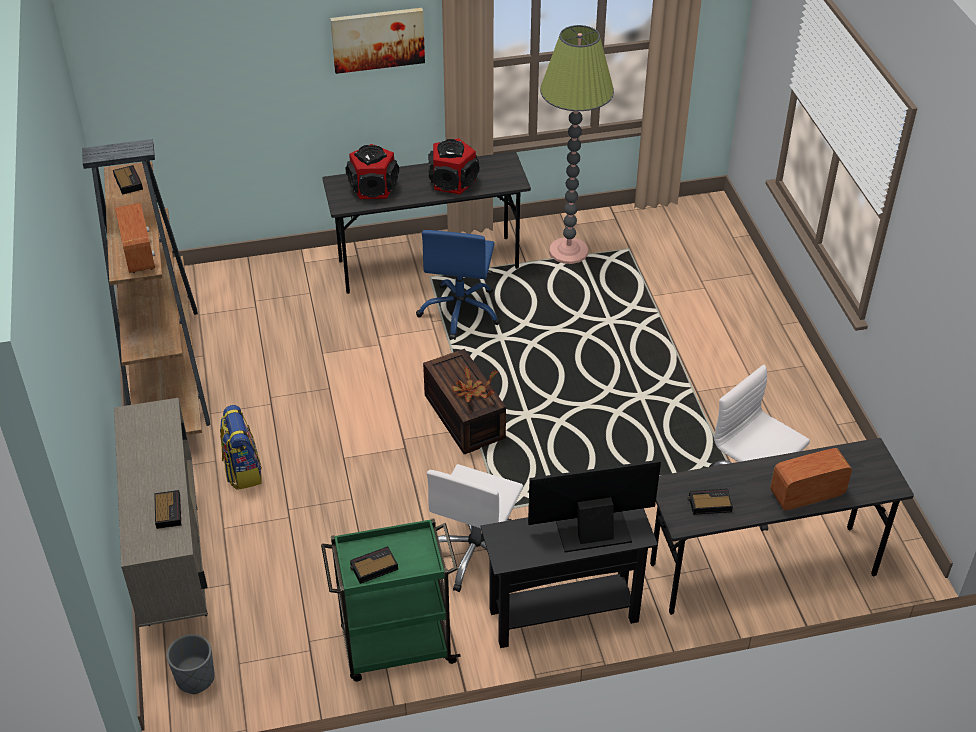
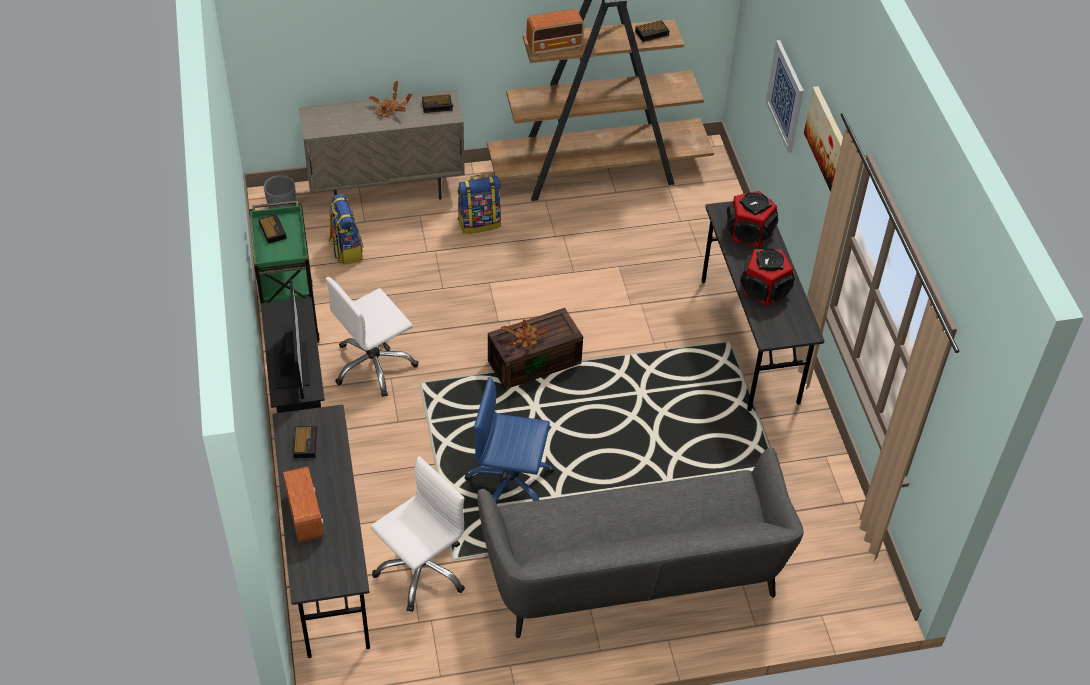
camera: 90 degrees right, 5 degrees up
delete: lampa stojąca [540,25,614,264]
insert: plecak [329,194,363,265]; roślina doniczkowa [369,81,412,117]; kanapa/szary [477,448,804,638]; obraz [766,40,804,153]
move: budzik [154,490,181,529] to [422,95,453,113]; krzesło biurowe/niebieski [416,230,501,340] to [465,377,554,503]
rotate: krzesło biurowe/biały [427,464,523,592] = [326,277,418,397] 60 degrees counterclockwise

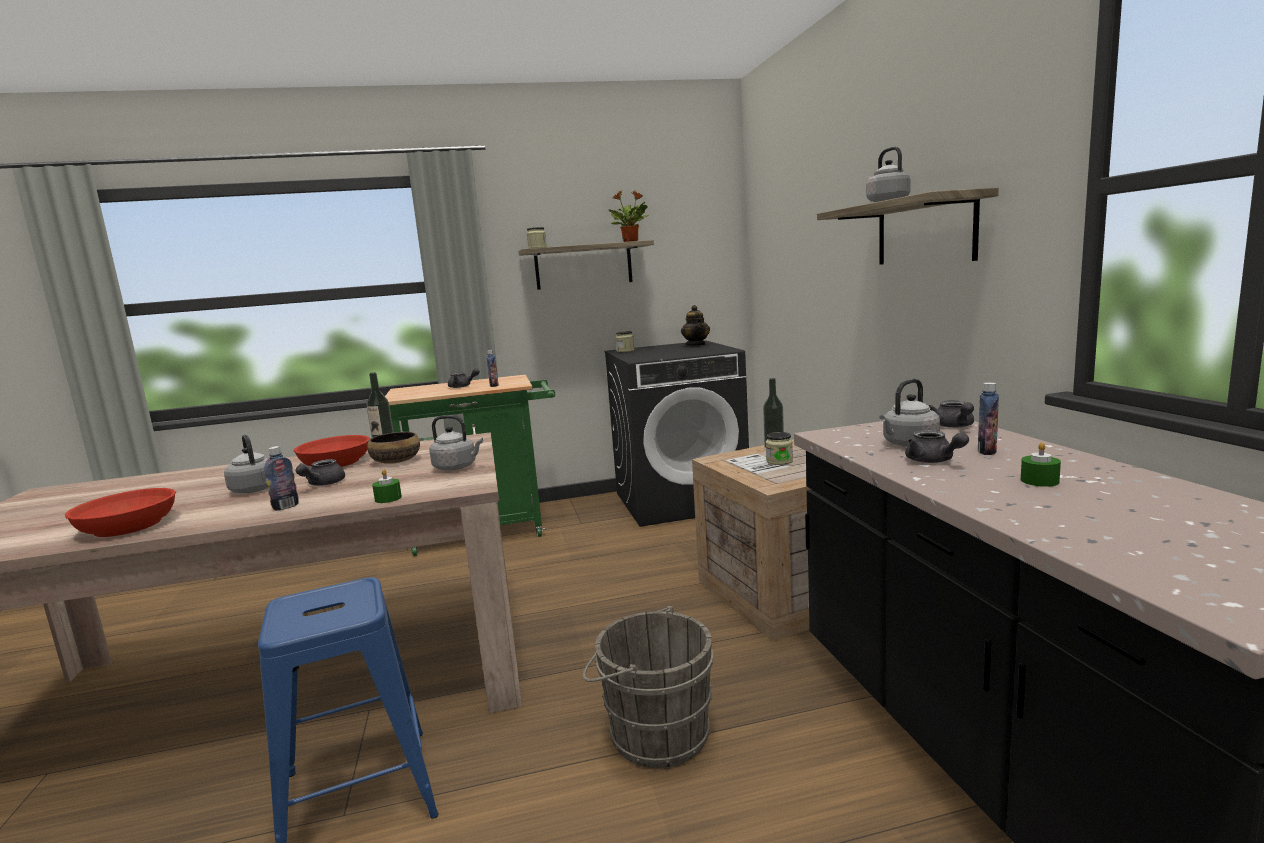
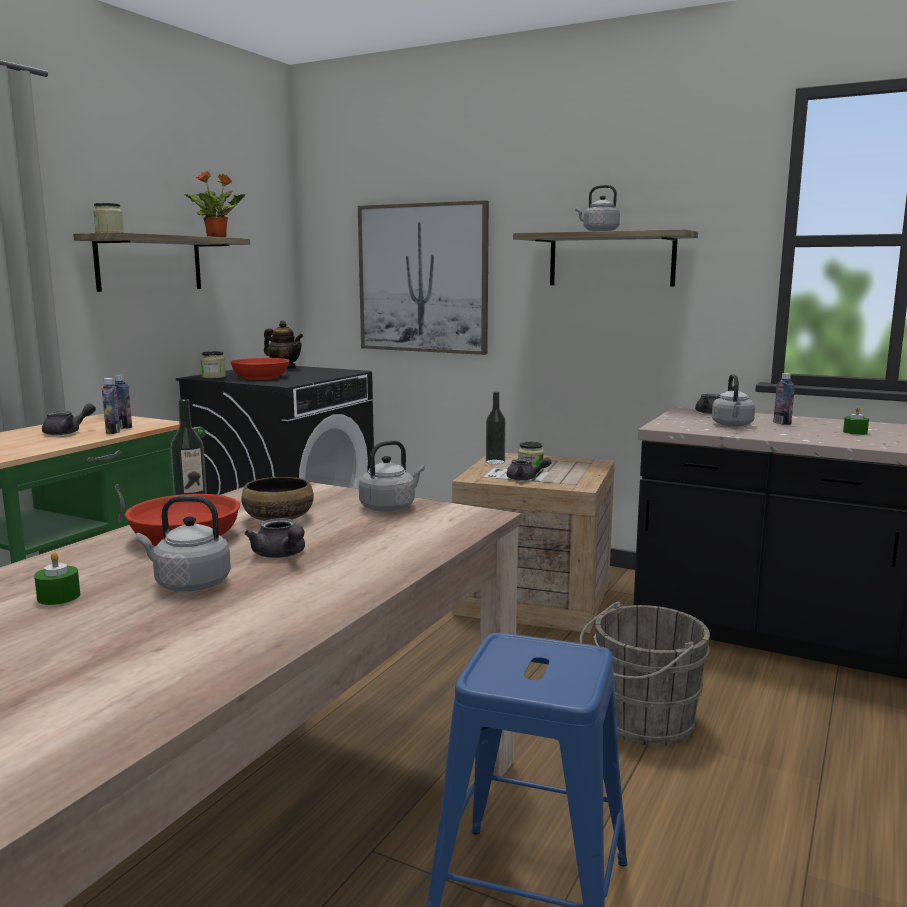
camera: 50 degrees left, 0 degrees up
insert: obraz [358,200,489,355]
move: świeca/zielony [372,469,402,503] to [34,552,80,605]; butelka [264,446,299,511] to [102,378,120,434]; miska/czerwony [65,488,176,537] to [230,358,290,380]; imbryk/szary [905,430,969,463] to [506,457,551,481]

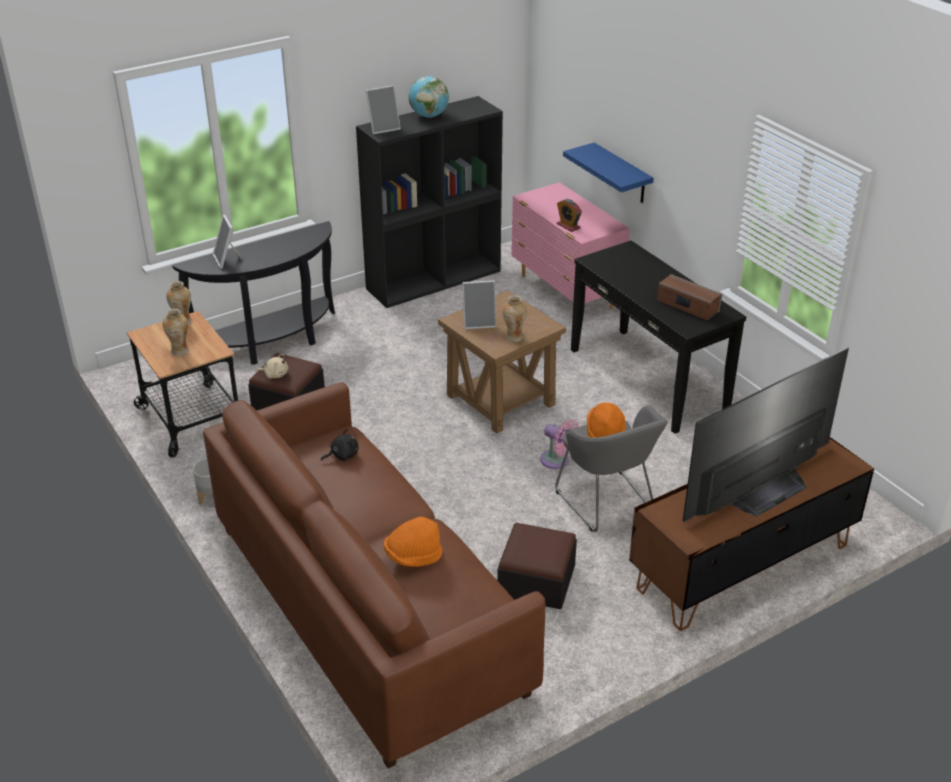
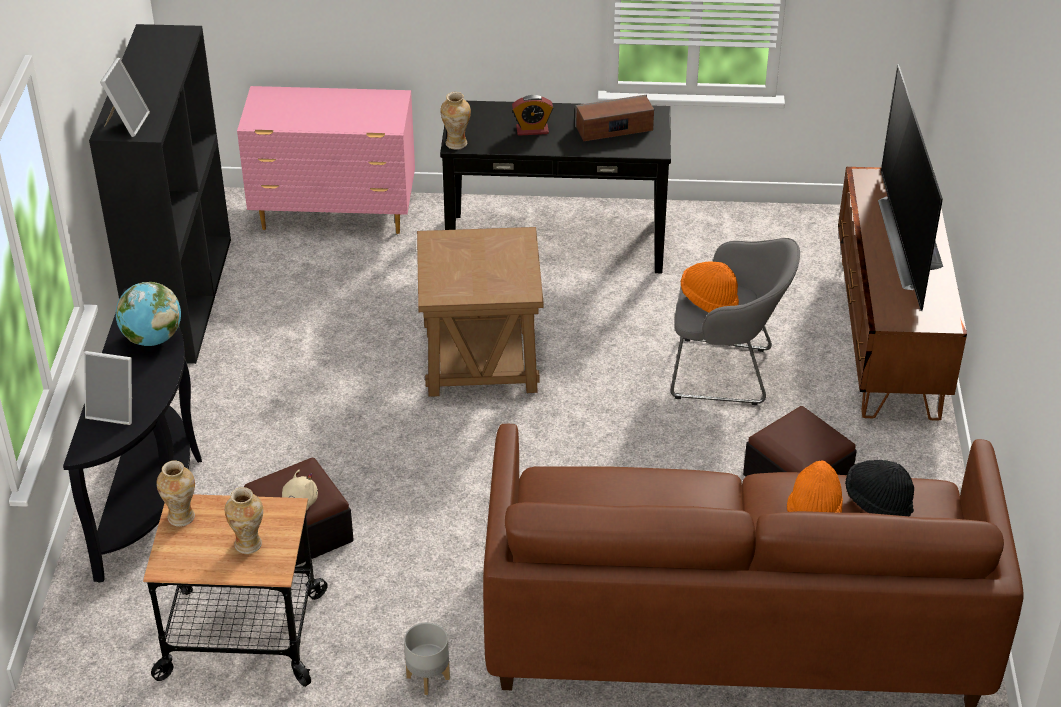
camera: 55 degrees left, 5 degrees up
delete: pluszak/czarny [321,429,359,461]; ramka na zdjęcie [462,280,496,329]; wentylator/różowy [540,420,580,469]; półka/niebieski [563,143,653,203]
insert: kapelusz/czarny [845,460,914,516]
move: globus [409,76,449,118] to [116,282,181,346]; wazon [502,295,527,342] to [440,92,471,150]; budzik [557,199,582,232] to [512,95,553,136]

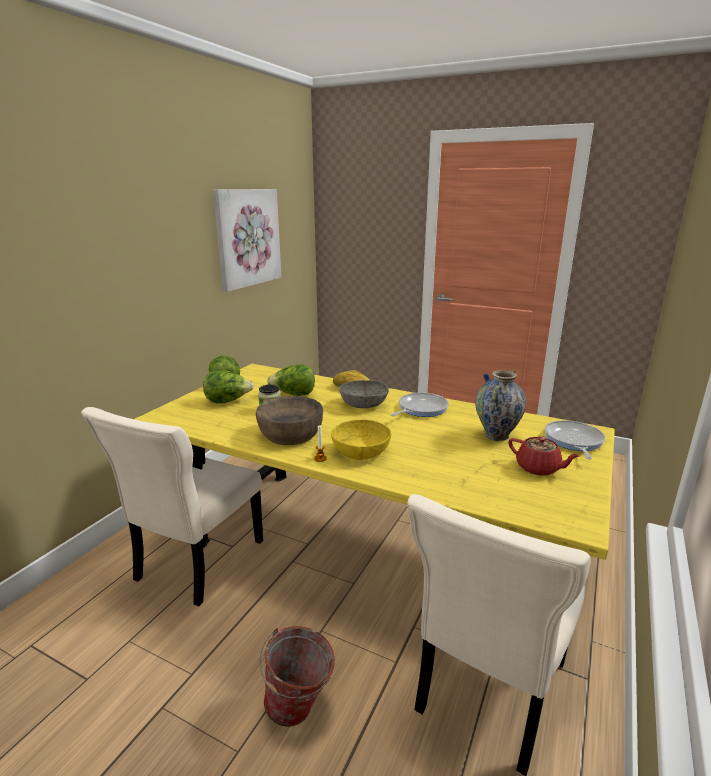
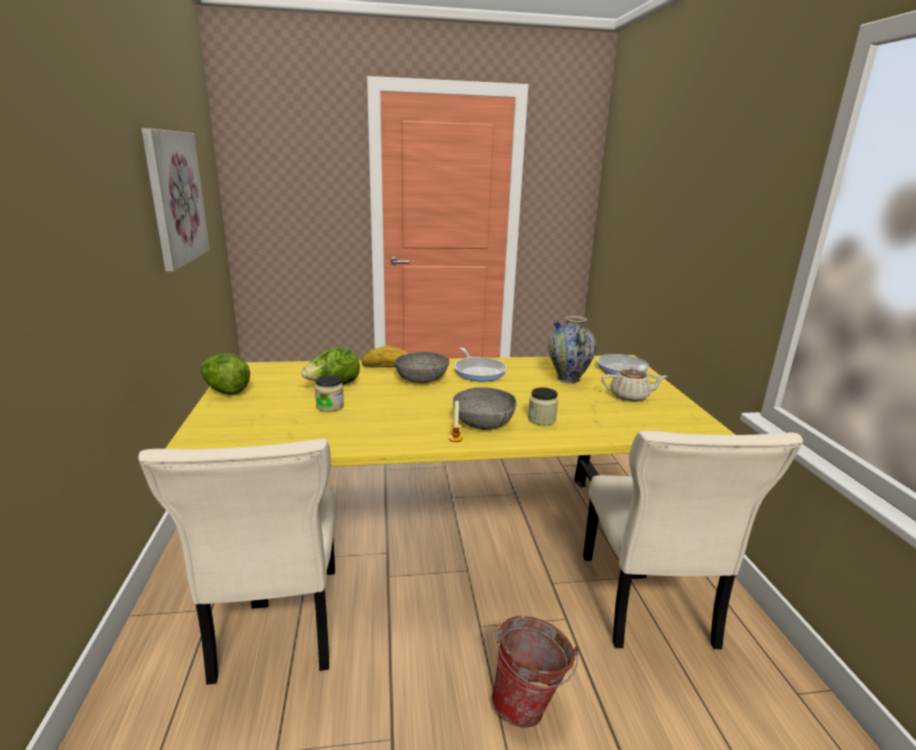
camera: 35 degrees left, 0 degrees up
delete: sałata [203,370,254,404]; miska/brązowy [256,396,323,445]
insert: słoik [528,387,558,425]
recolor: miska/żółty [331,420,391,460] to miska/szary [453,387,517,430]; imbryk/czerwony [509,436,580,476] to imbryk/beżowy [601,367,667,402]
rotate: patelnia [391,392,449,417] = [454,348,507,381] 150 degrees clockwise

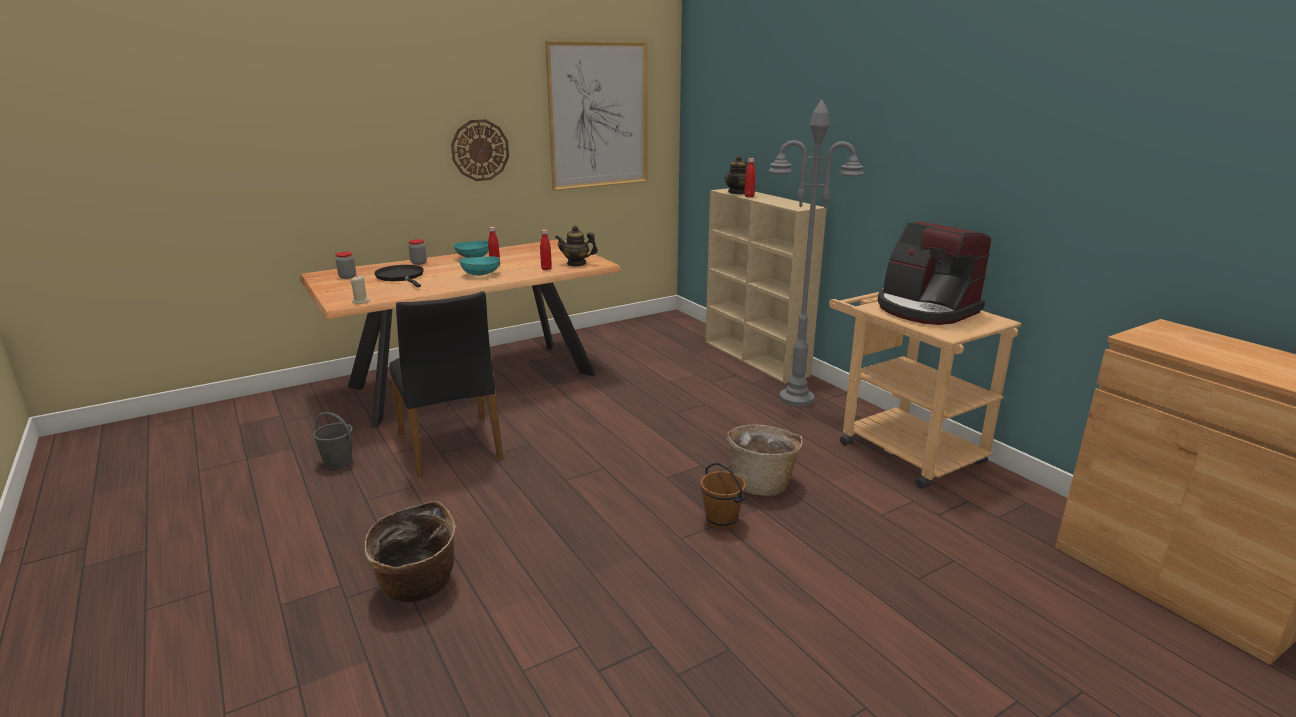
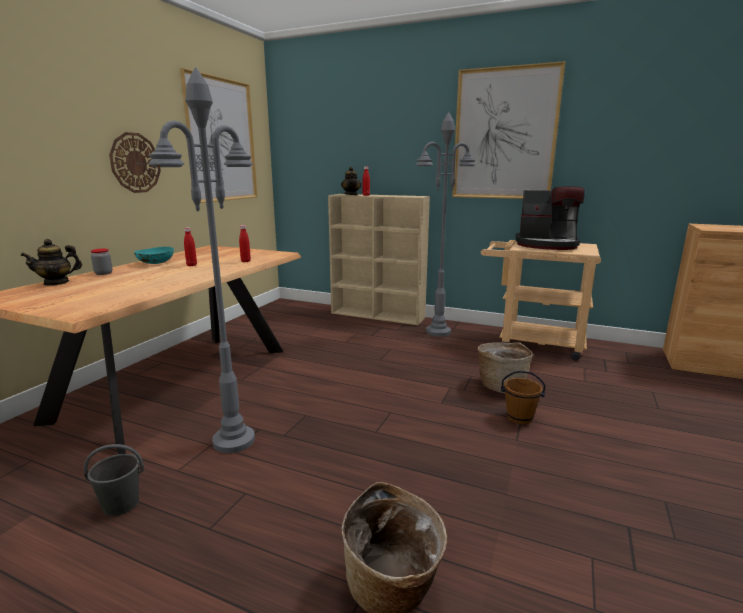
camera: 35 degrees left, 5 degrees down
delete: słoik [336,252,356,279]; świeca/beżowy [350,276,370,304]; patelnia/czarny [374,265,424,287]; miska/turkusowy [459,256,500,276]
insert: obraz [452,61,565,199]
move: imbryk [555,226,598,266] to [20,239,82,286]
replace: krzesło/czarny [389,292,503,477] to lampa stojąca/szary [148,67,255,453]

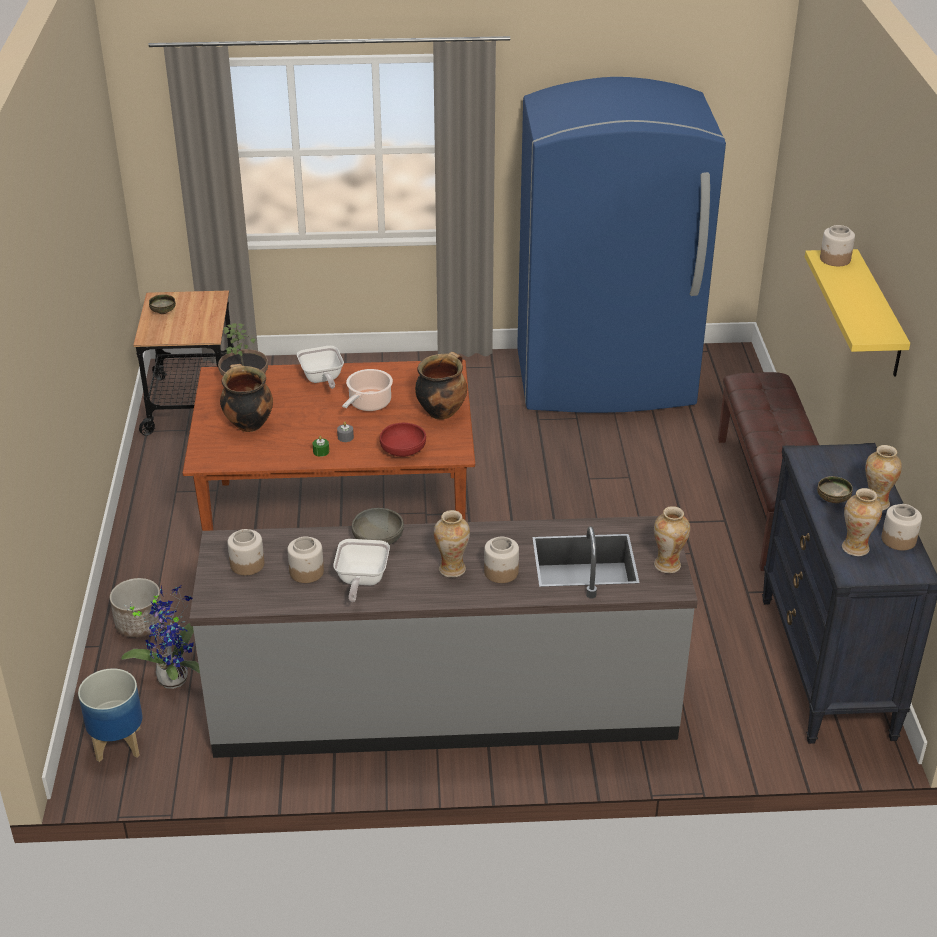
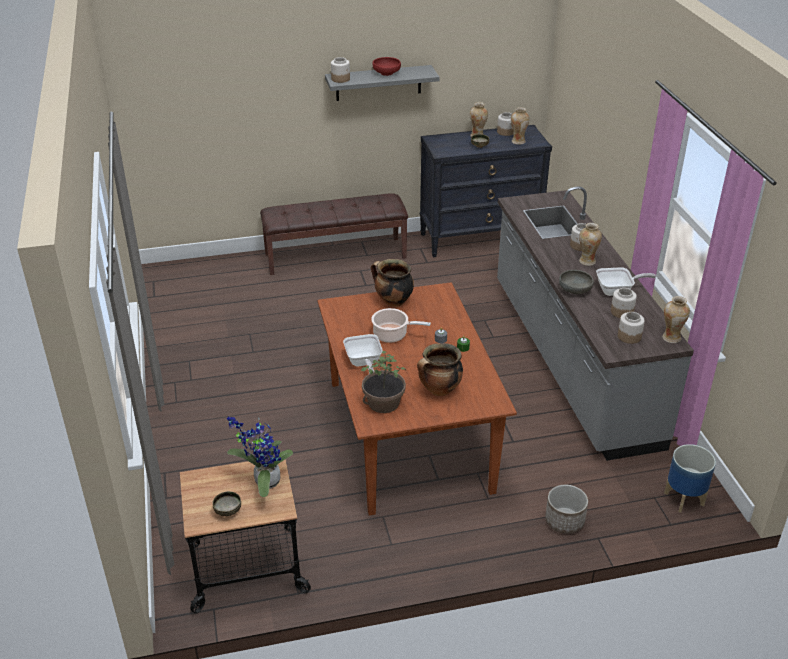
camera: 100 degrees left, 0 degrees up
delete: lodówka/niebieski [517,77,726,413]
move: roślina doniczkowa [121,585,200,689] to [227,417,293,497]; miska/czerwony [380,423,426,457] to [372,57,401,76]; wazon [654,506,690,573] to [662,296,690,343]
recolor: półka/żółty [805,249,910,377] to półka/szary [325,65,440,101]
rotate: patelnia [297,346,344,389] = [343,334,383,374] 105 degrees clockwise

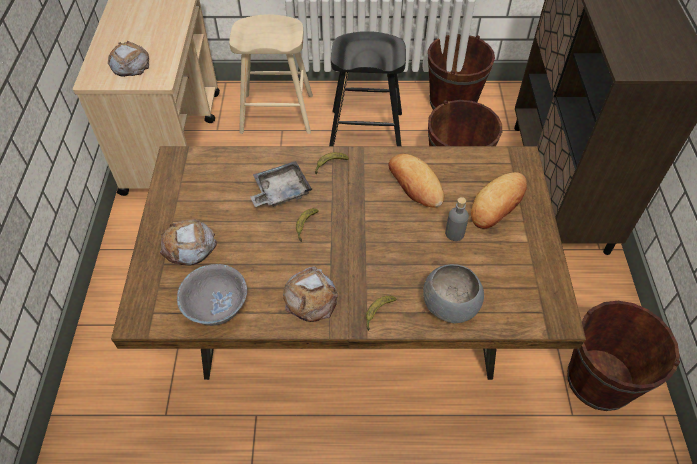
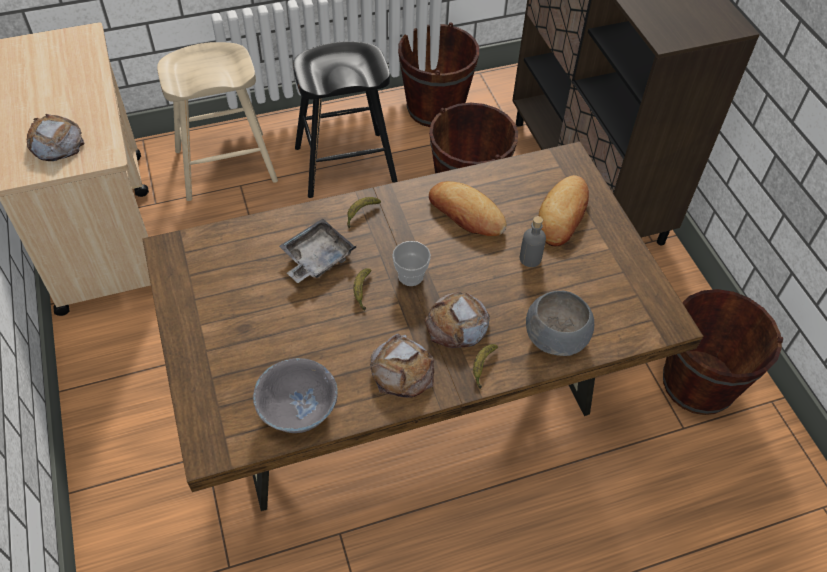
camera: 20 degrees left, 0 degrees up
insert: filiżanka [392,241,431,286]
move: chleb [160,219,217,266] to [425,292,490,348]

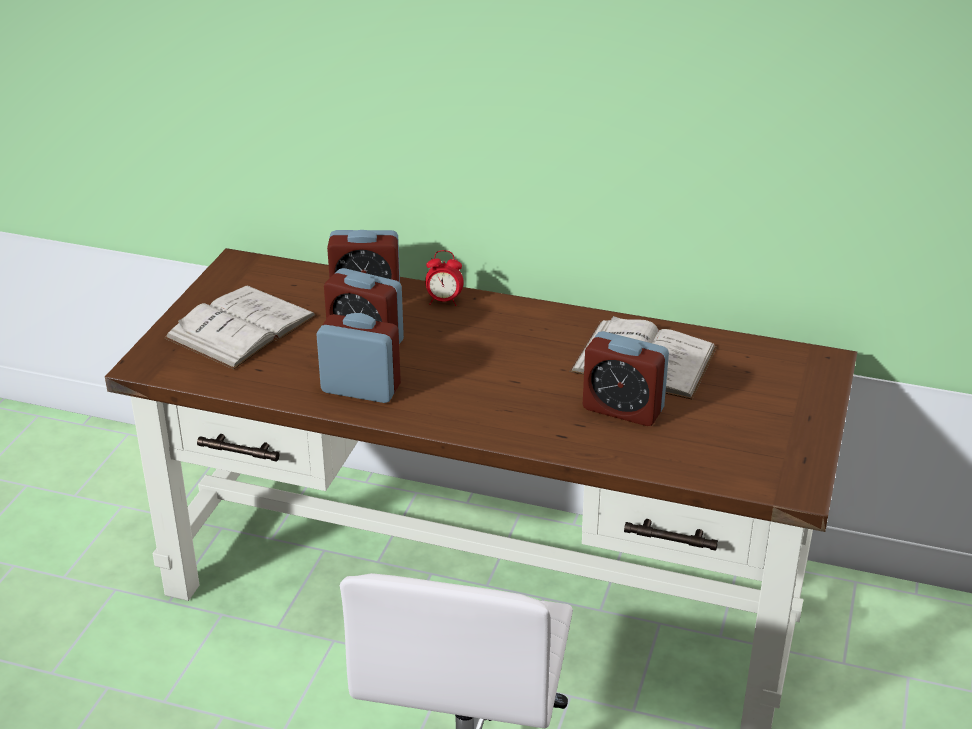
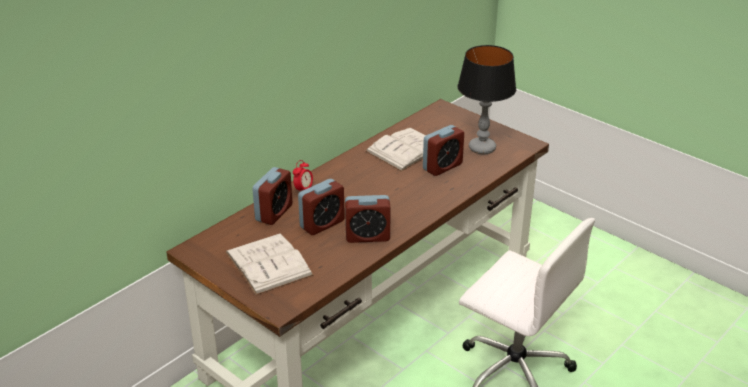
camera: 65 degrees left, 0 degrees up
insert: lampa stołowa [458,45,516,154]
rotate: budzik [317,313,401,403] = [345,195,391,243] 135 degrees counterclockwise

